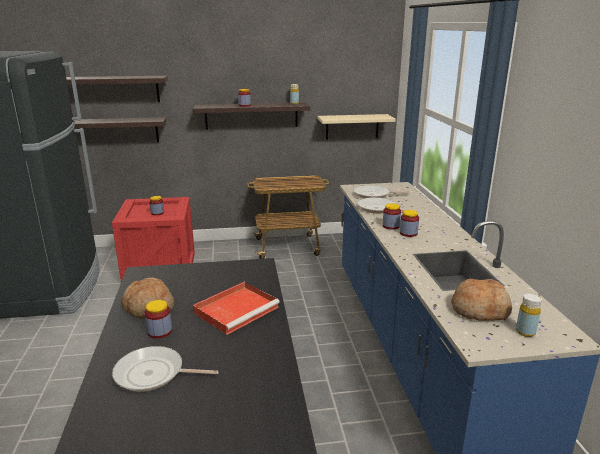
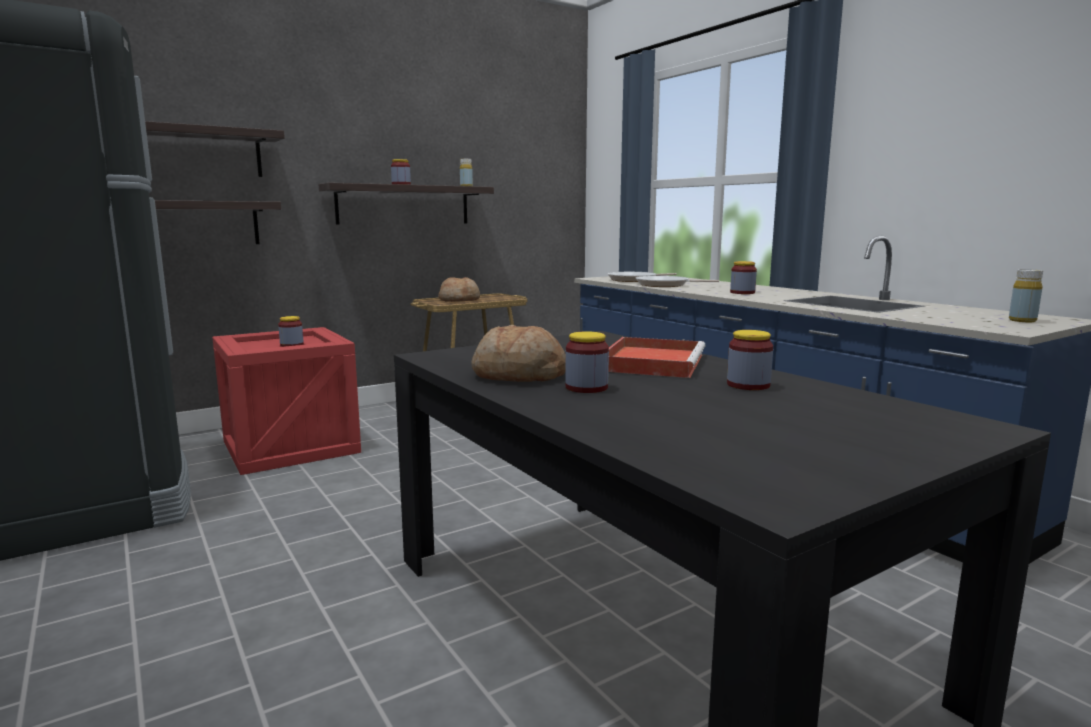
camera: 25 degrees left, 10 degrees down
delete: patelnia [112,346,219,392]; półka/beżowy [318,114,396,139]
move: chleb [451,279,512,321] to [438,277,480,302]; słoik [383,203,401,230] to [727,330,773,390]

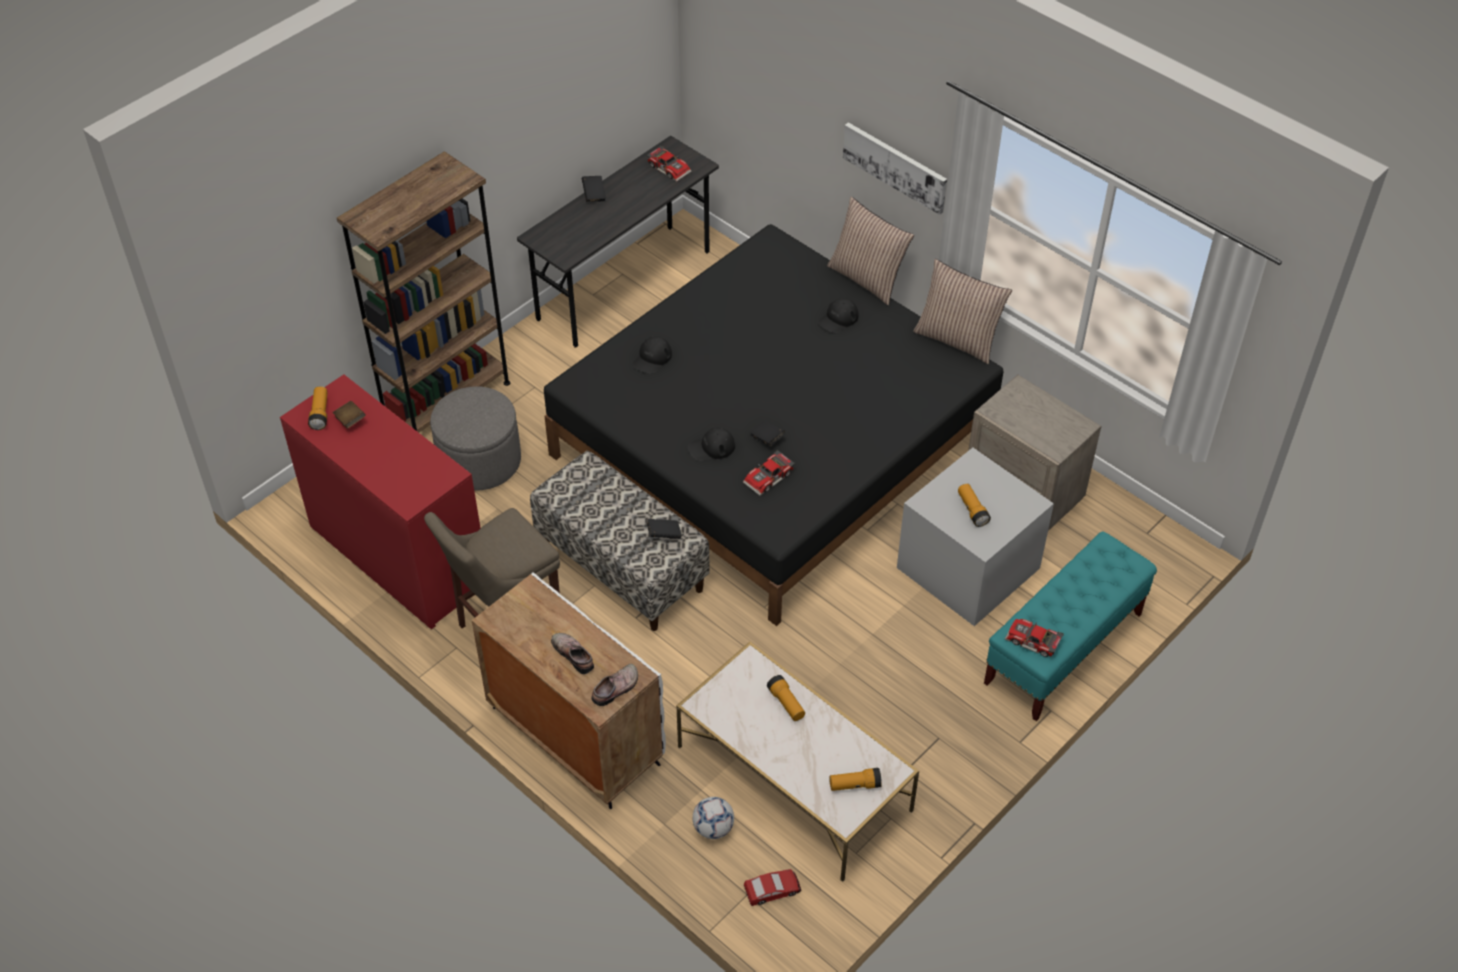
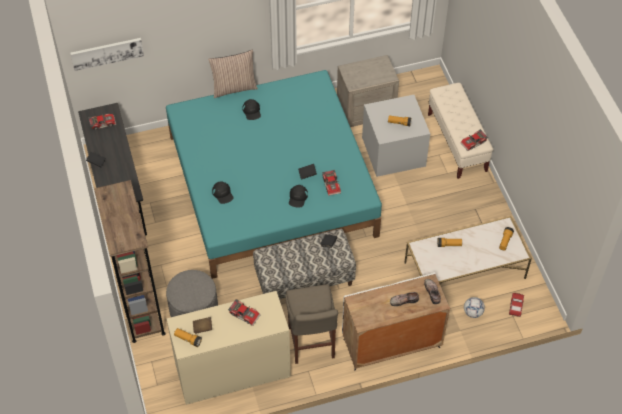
camera: 60 degrees left, 5 degrees up
delete: poduszka [913,259,1012,364]
insert: samochodzik [228,299,261,326]
move: obraz [843,122,947,215] to [70,38,144,71]
recolor: łóżko/czarny [544,224,1003,626] to łóżko/turkusowy [166,70,382,279]; komoda/czerwony [280,374,480,629] to komoda/beżowy [167,291,291,405]; ławka/turkusowy [984,532,1157,721] to ławka/beżowy [428,83,494,179]

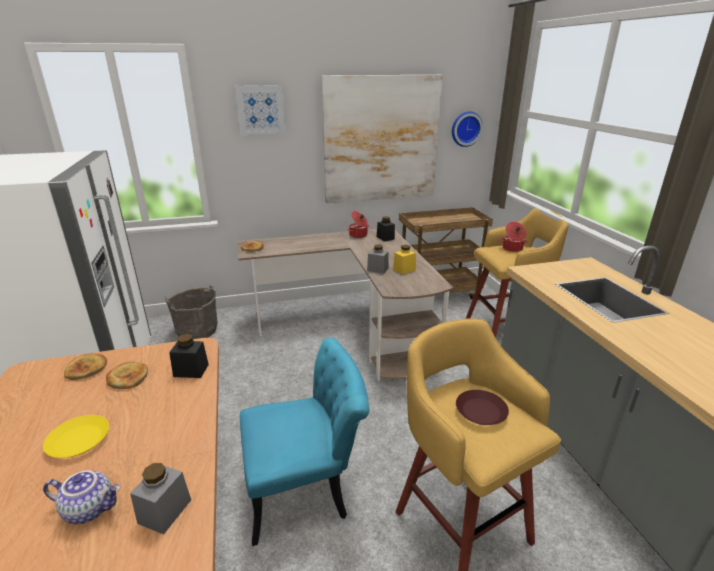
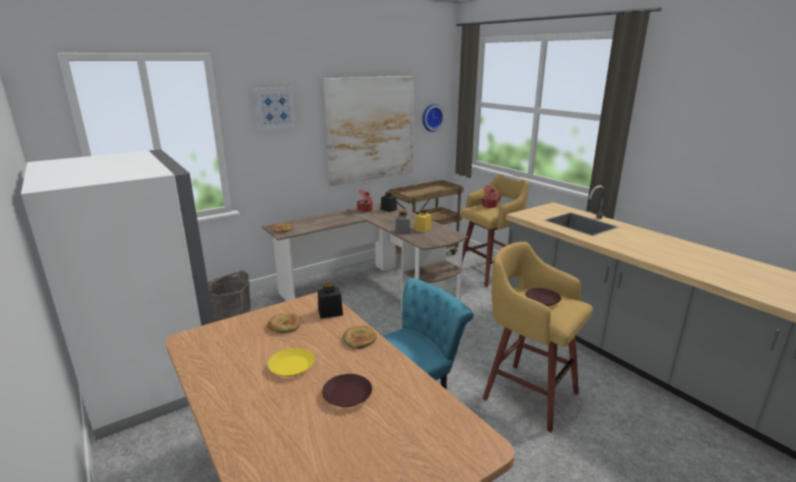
camera: 20 degrees left, 5 degrees down
delete: słoik/szary [130,463,191,534]
move: chleb [64,354,107,380] to [343,326,377,349]
replace: imbryk [43,470,120,524] to talerz/brązowy [322,374,372,407]

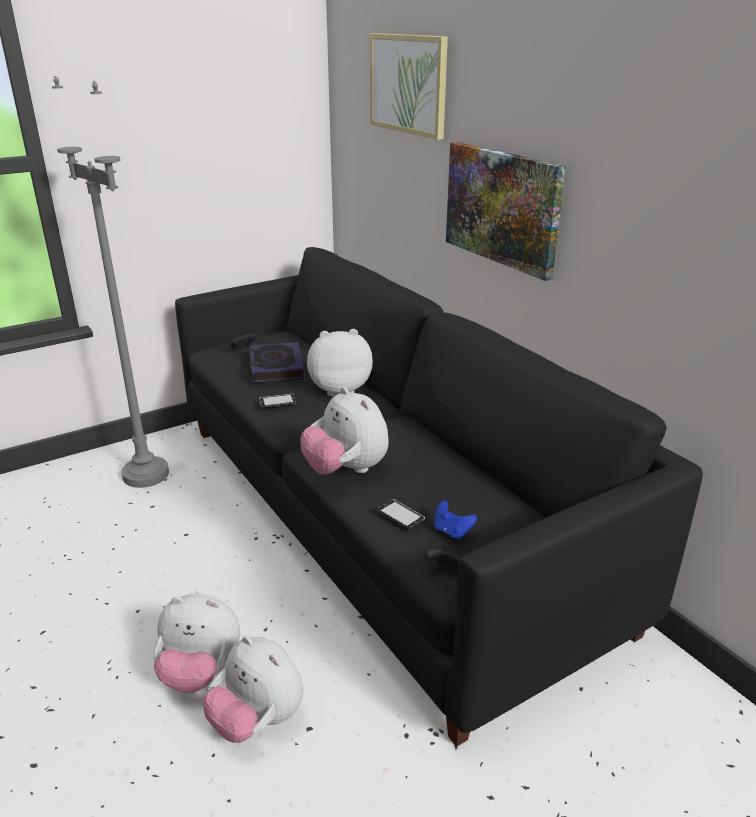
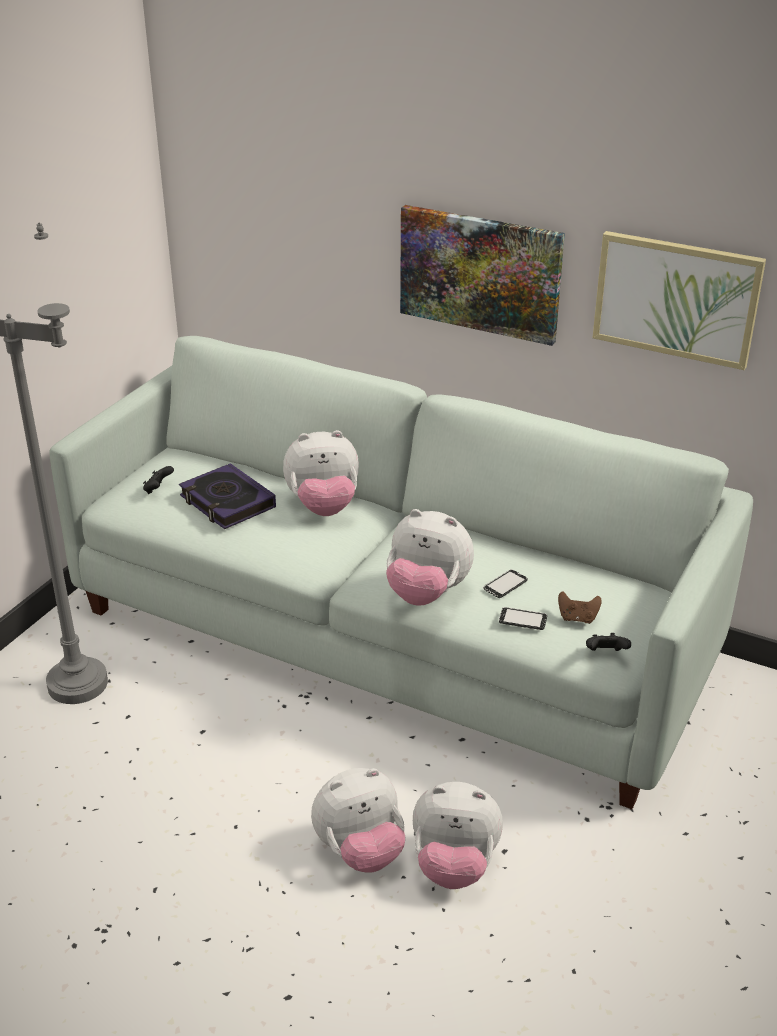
camera: 30 degrees left, 5 degrees up
move: telefon [259,394,296,408] to [483,569,528,598]; obraz [370,33,448,140] to [593,231,766,370]
recolor: kanapa/czarny [175,247,703,747] to kanapa/biały [49,336,753,809]; pad do gier/niebieski [434,500,477,540] to pad do gier/brązowy [558,591,602,624]
rotate: pluszak [307,329,373,396] = [283,430,359,516] 150 degrees counterclockwise

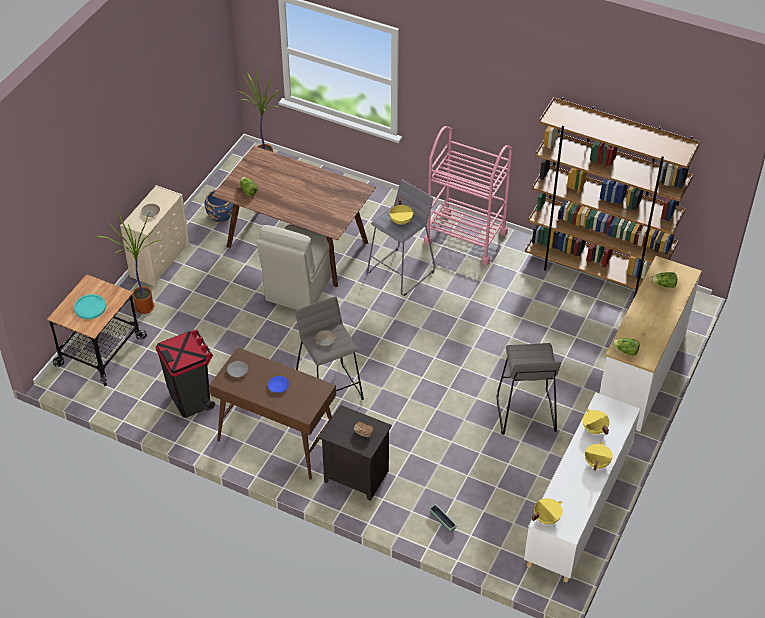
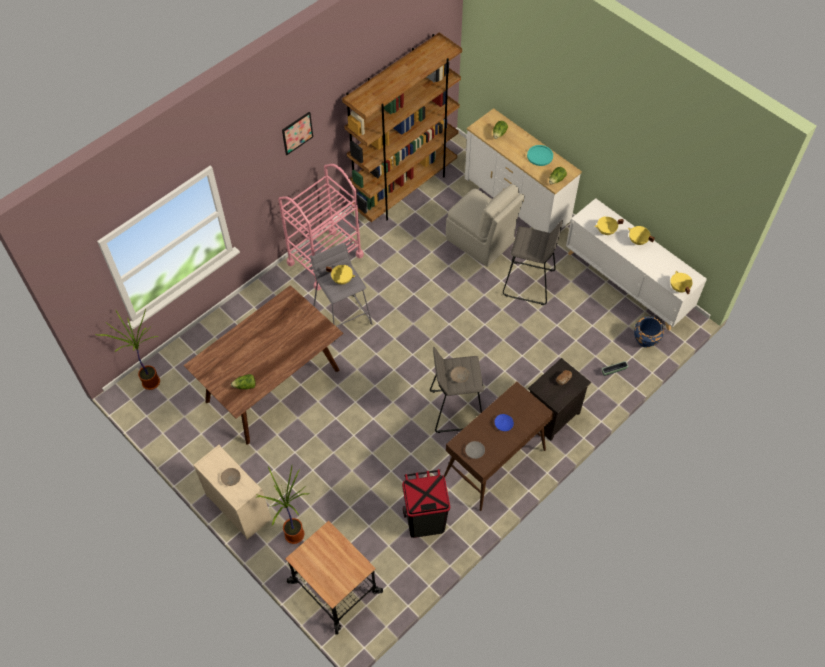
camera: 70 degrees left, 10 degrees up
insert: obraz [282,112,313,155]
move: krzesło/beżowy [256,225,334,310] to [446,184,525,267]; talerz/turkusowy [74,294,106,319] to [527,145,553,166]; donica/niebieski [204,189,233,223] to [634,316,664,347]

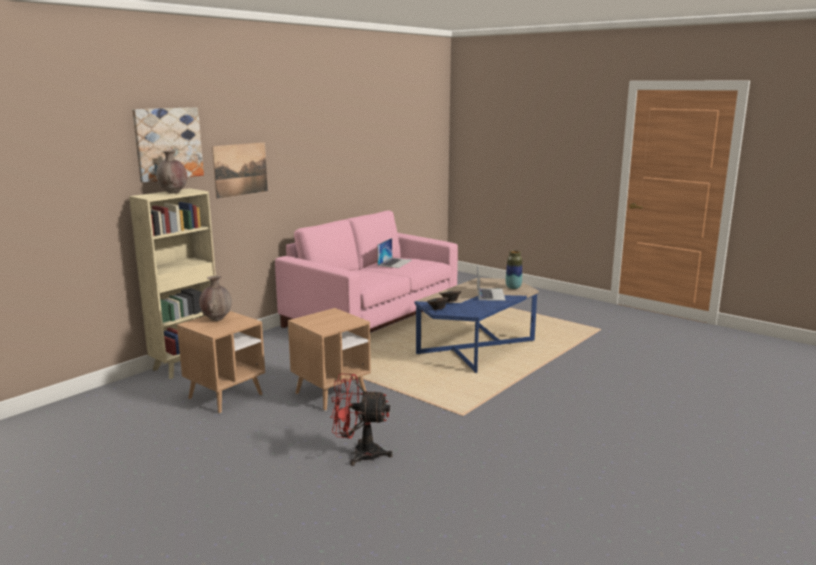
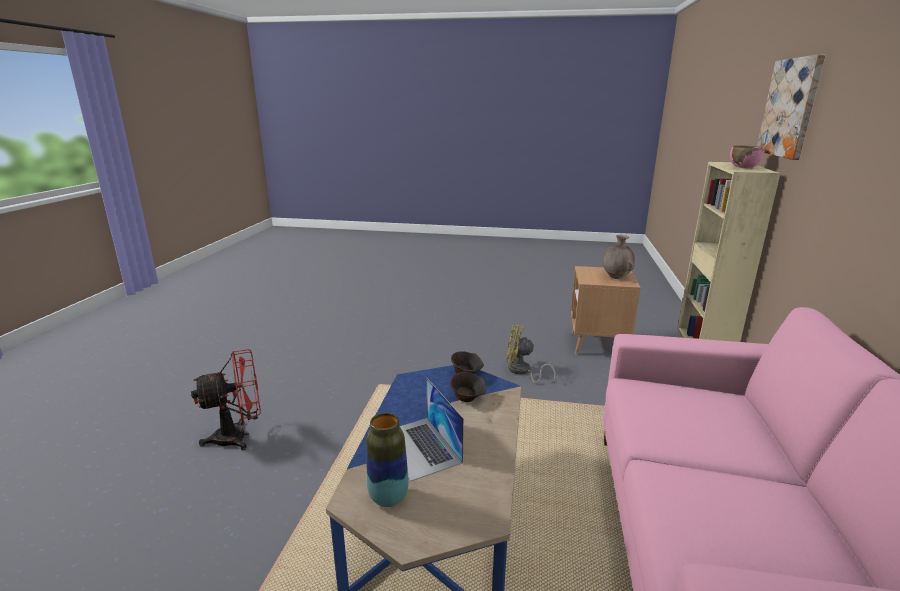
camera: 150 degrees right, 5 degrees up
delete: obraz [212,142,268,199]; laptop [377,238,412,268]
move: wentylator/czerwony [330,374,393,466] to [191,349,261,450]
replace: stolik/brązowy [288,308,371,411] to wentylator/żółty [506,325,556,384]; wazon/brązowy [156,150,187,193] to miska/różowy [730,145,764,168]

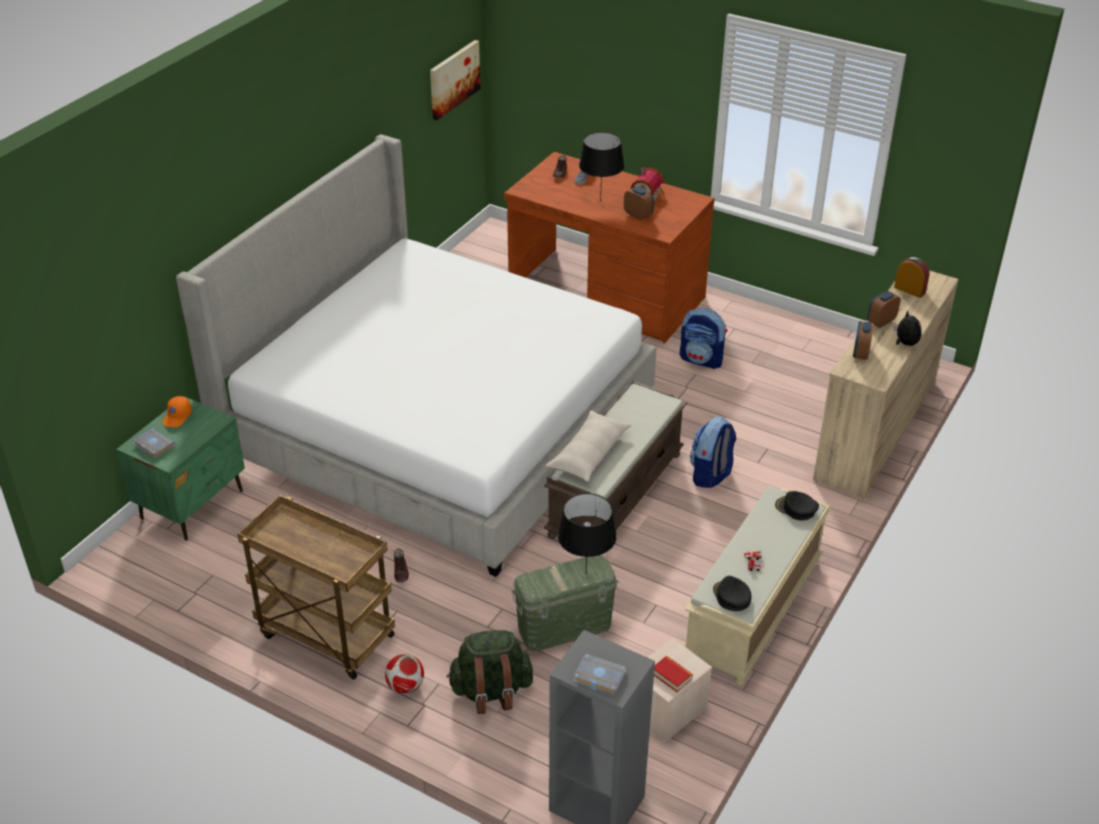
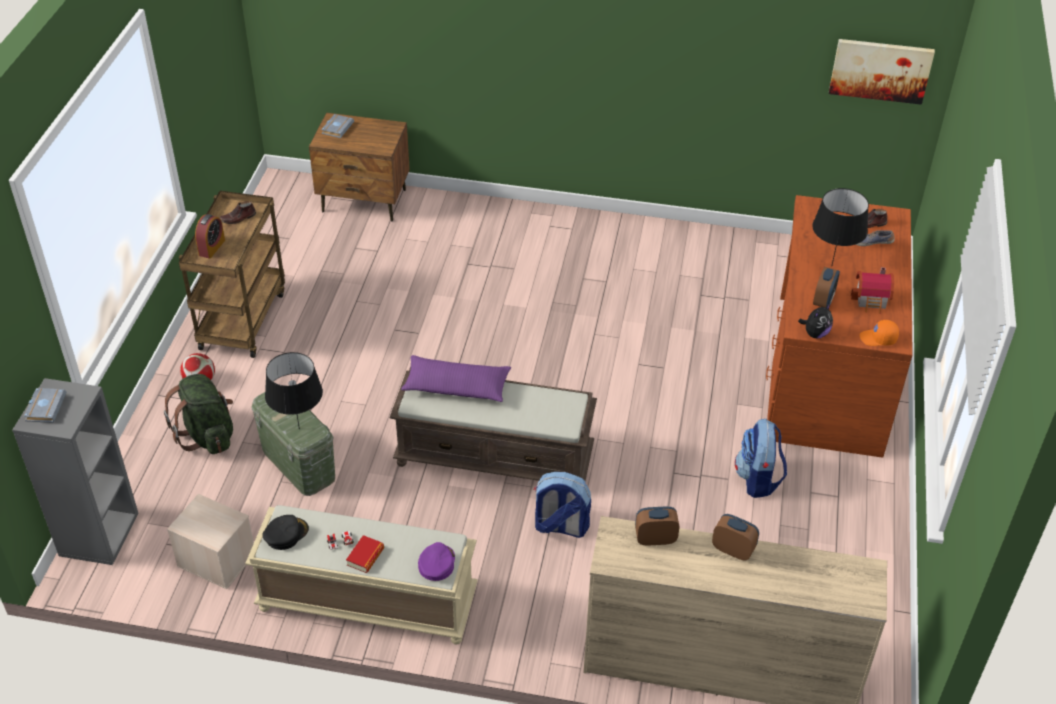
camera: 70 degrees right, 5 degrees up
delete: łóżko [176,134,656,577]
move: budzik [894,257,930,298] to [195,214,225,259]; but/brązowy [394,548,409,583] to [220,201,256,224]; książka [654,656,693,692] to [346,535,384,573]; pluszak [893,311,922,346] to [798,303,833,339]; czapka z daszkiem/pomarańczowy [163,396,192,427] to [859,320,899,346]
recolor: szafka nocna/zielony [116,396,245,541] to szafka nocna/brązowy [309,113,410,221]; poduszka/beżowy [545,410,631,482] to poduszka/fioletowy [401,355,511,402]; czapka z daszkiem/czarny [775,491,819,520] to czapka z daszkiem/fioletowy [418,542,455,581]

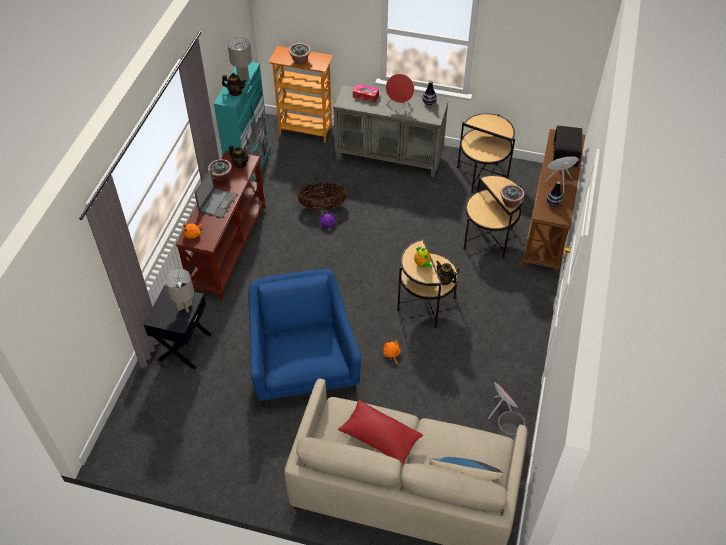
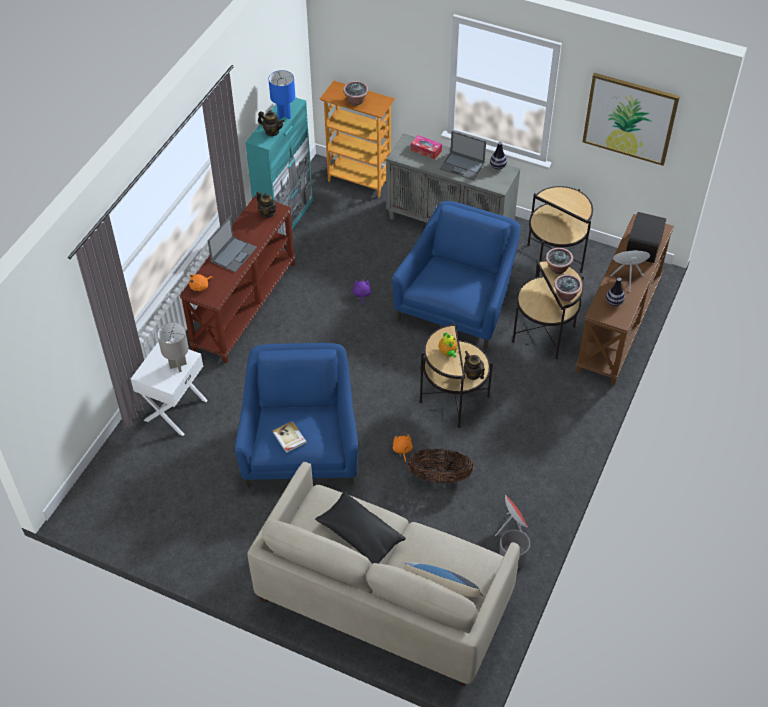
camera: 10 degrees right, 0 degrees up
insert: książka [273,421,307,453]; fotel/niebieski [392,201,521,349]; obraz [582,73,680,166]
move: koszyk [297,183,347,210] to [408,449,474,483]; roślina doniczkowa [208,159,232,182] to [546,248,573,274]
replace: głośnik/czerwony [386,74,414,110] to laptop [440,131,486,180]
recolor: szafka nocna/czarny [144,285,212,369] to szafka nocna/biały [131,341,208,436]; lampa stołowa/szary [228,37,252,80] to lampa stołowa/niebieski [269,70,295,120]; poduszka/czerwony [338,400,423,465] to poduszka/czarny [315,491,406,564]

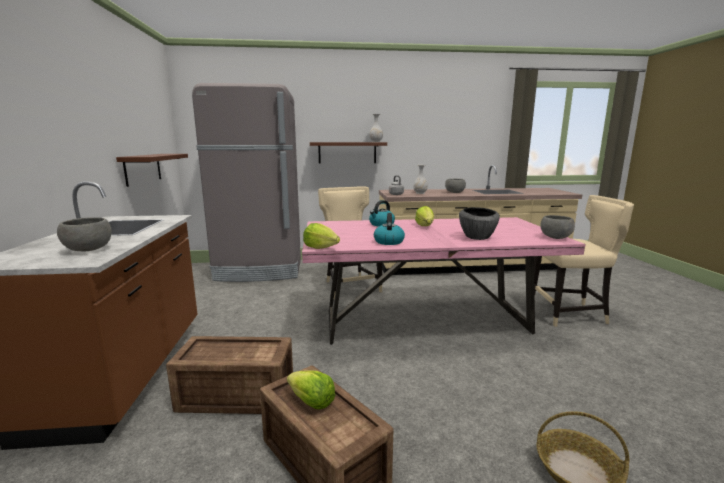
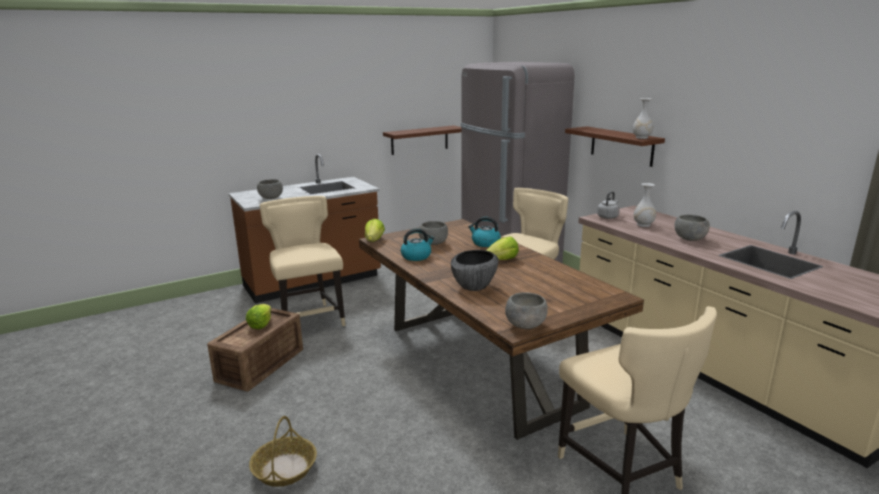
camera: 65 degrees right, 5 degrees up
insert: miska/szary [419,221,448,245]
replace: skrzynka [166,336,293,414] to krzesło/beżowy [260,196,346,326]
recolor: stół jadalny/różowy [302,217,585,345] to stół jadalny/brązowy [359,219,644,440]

